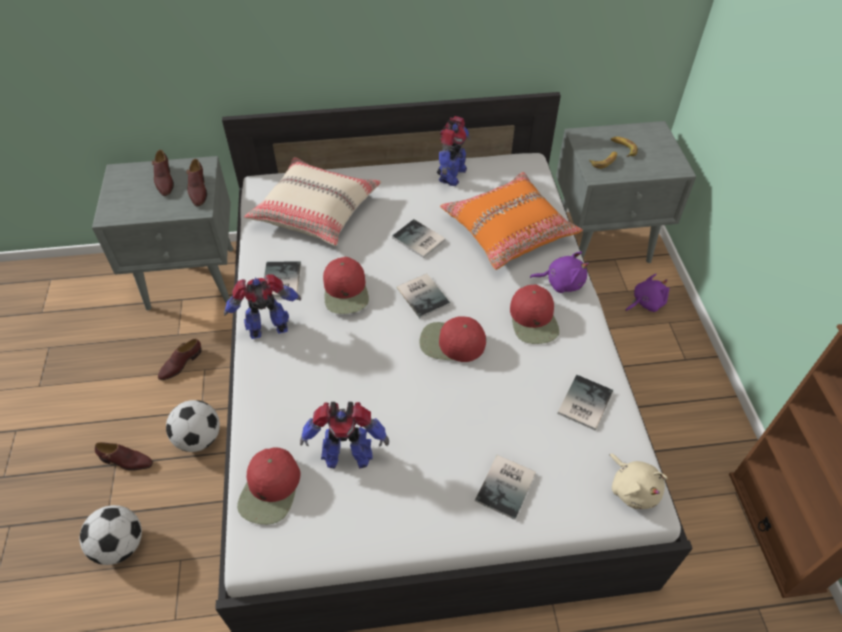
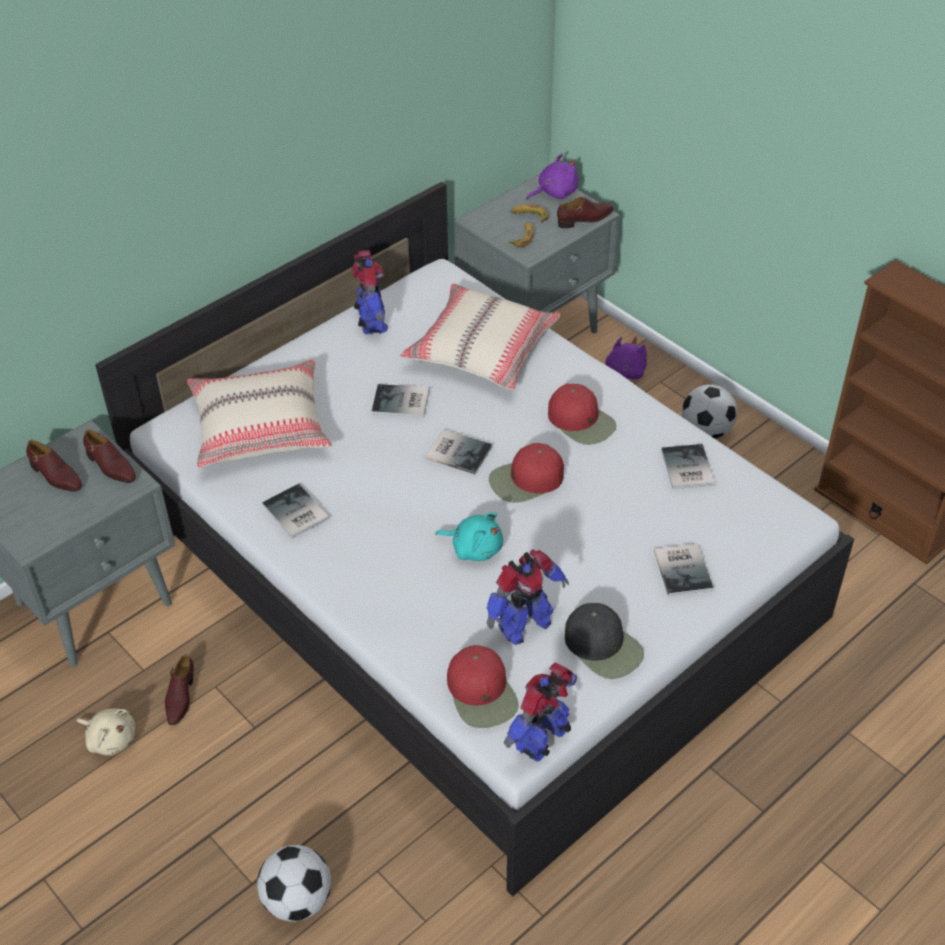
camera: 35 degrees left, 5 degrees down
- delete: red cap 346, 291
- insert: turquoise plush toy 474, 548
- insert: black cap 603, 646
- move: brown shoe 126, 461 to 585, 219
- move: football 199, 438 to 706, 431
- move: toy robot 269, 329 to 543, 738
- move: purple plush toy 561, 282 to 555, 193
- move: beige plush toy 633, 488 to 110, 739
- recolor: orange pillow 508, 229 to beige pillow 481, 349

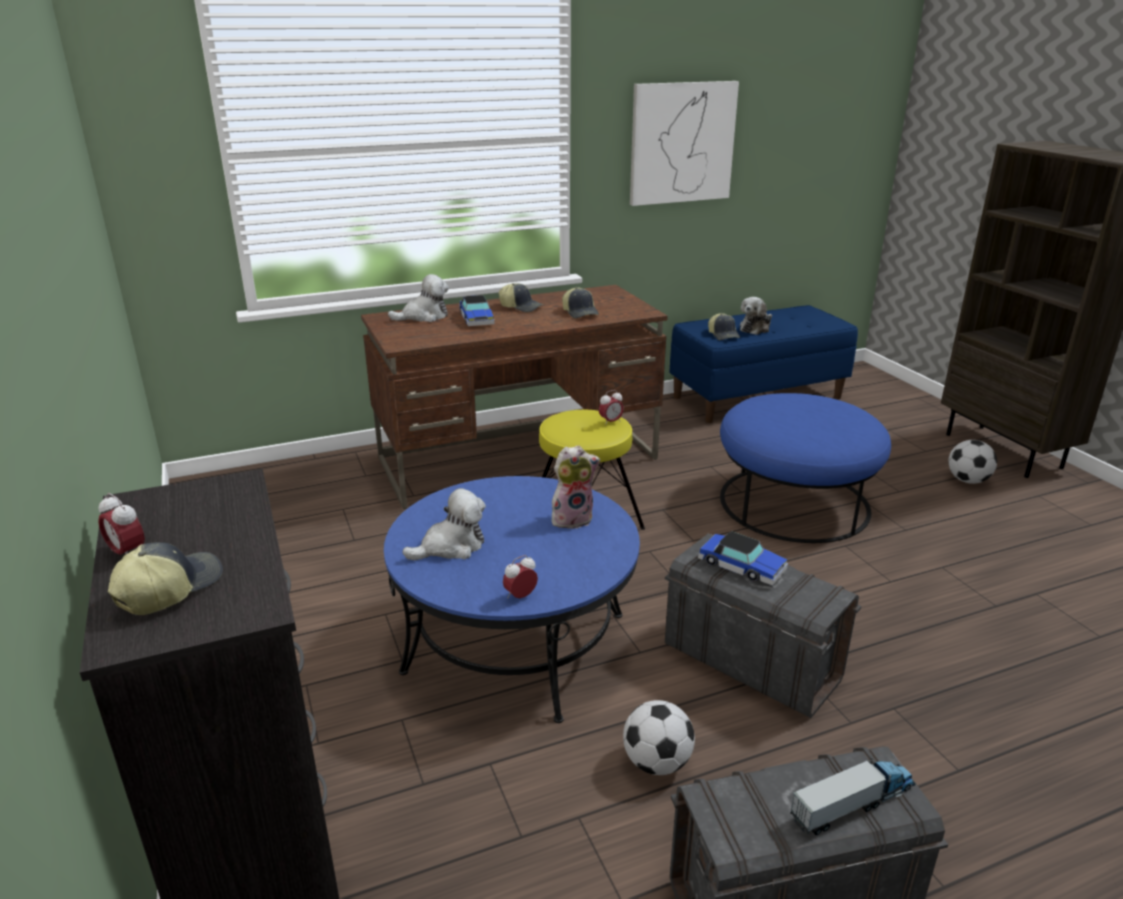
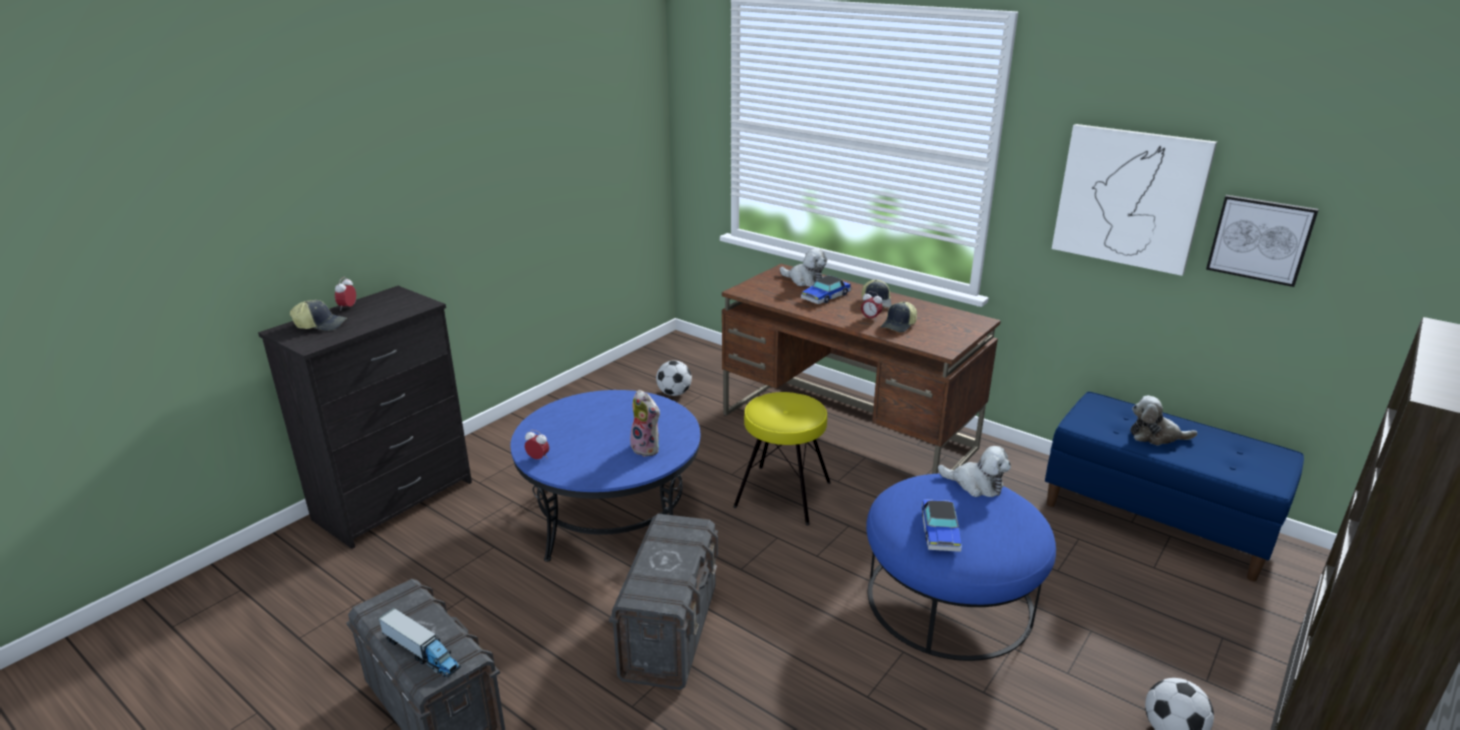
camera: 60 degrees right, 0 degrees up
- delete: cap 723, 335
- insert: picture 1260, 239
- move: plush toy 451, 547 to 975, 484
- move: alarm clock 610, 422 to 870, 318
- move: football 656, 763 to 674, 393
- move: toy car 741, 566 to 939, 531

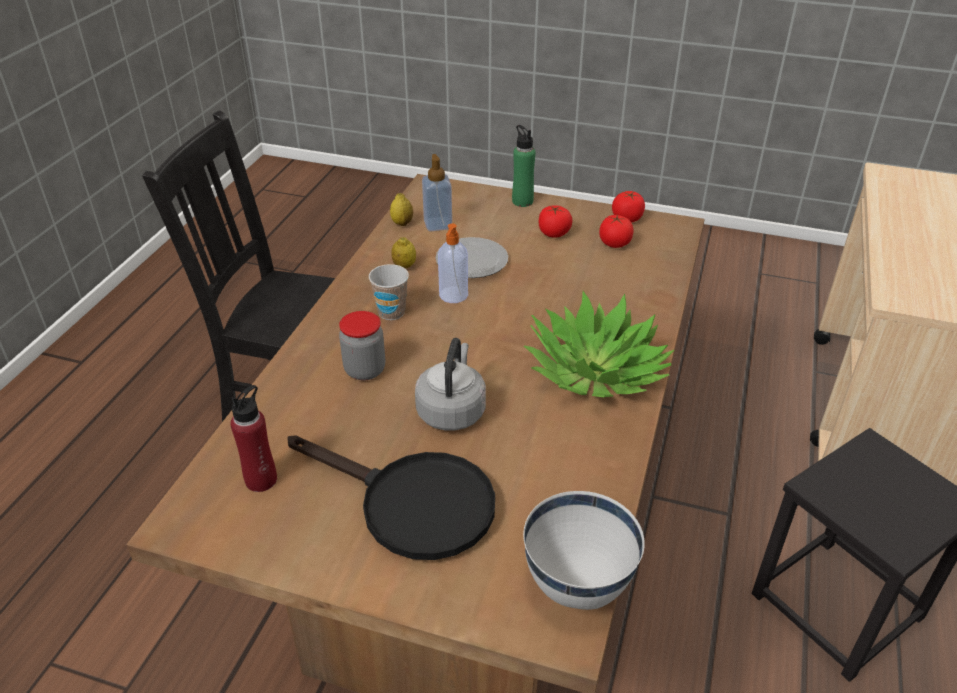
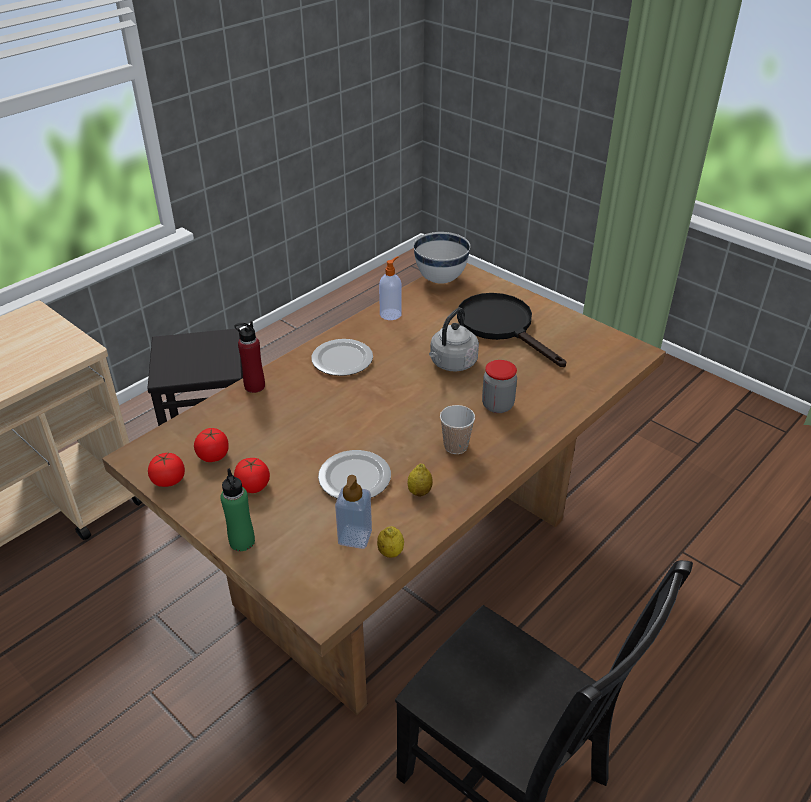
camera: 155 degrees left, 0 degrees up
- move: red bottle 261, 480 to 254, 386
- move: soap dispenser 453, 296 to 391, 314
- replace: potted plant 595, 371 to plate 341, 360

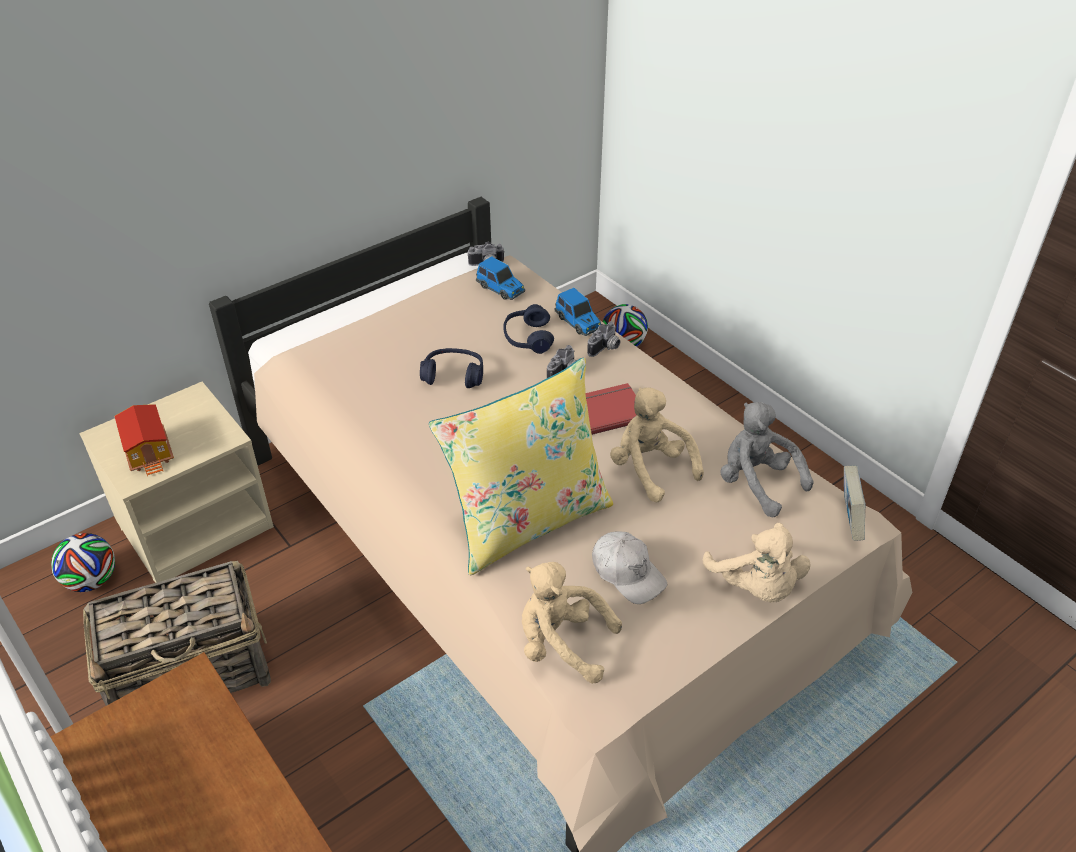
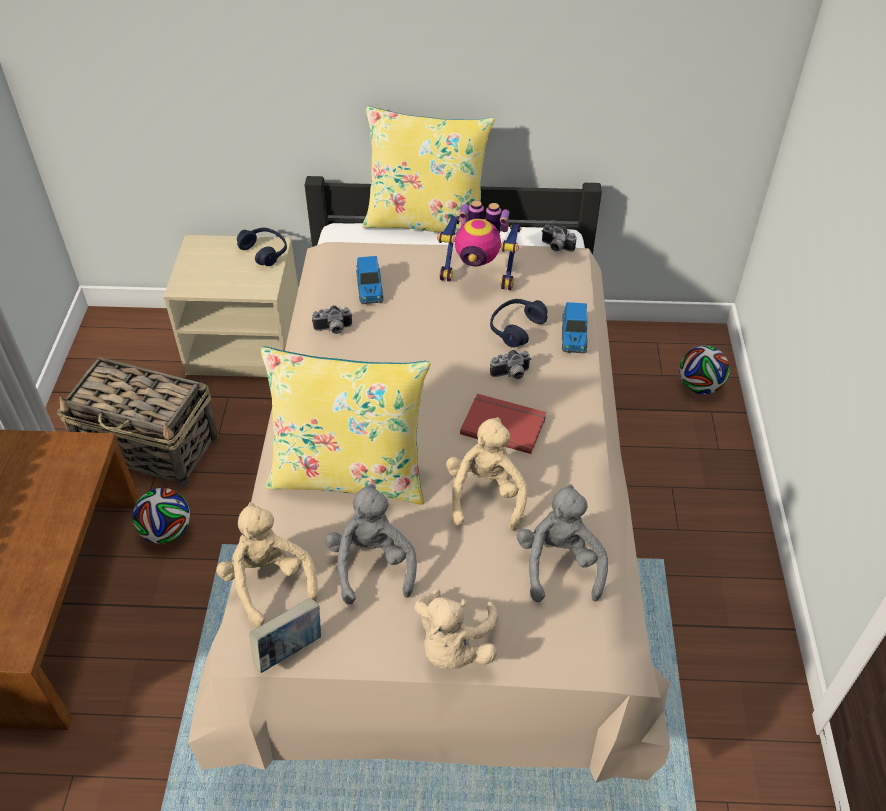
camera: 40 degrees right, 5 degrees up
- delete: toy house 150, 452
- insert: yellow pillow 426, 221
- insert: toy robot 478, 277
- move: football 92, 581 to 167, 531
- move: blue headphones 453, 375 to 265, 252
- move: toy car 501, 289 to 370, 289
- move: photo camera 606, 348 to 333, 329
- move: book 848, 521 to 289, 650
- replace: white cap 627, 573 to grey plush toy 372, 564

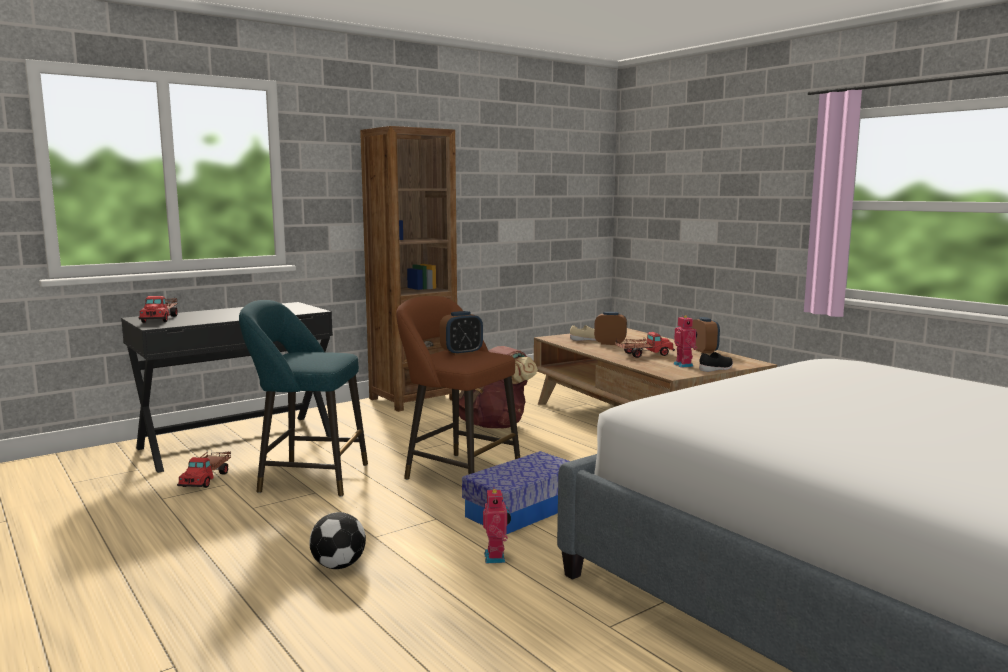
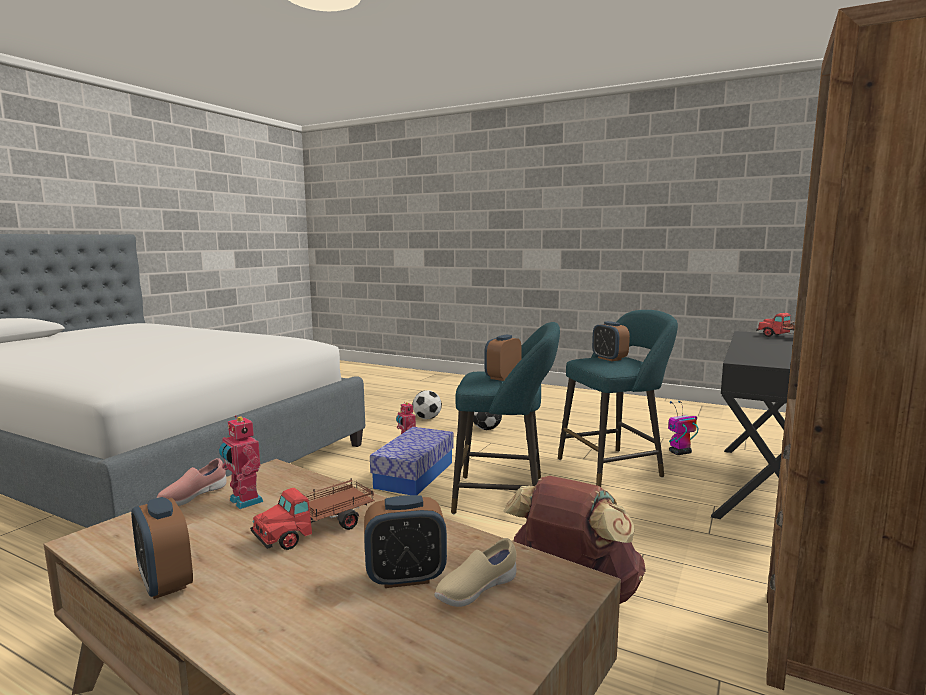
camera: 155 degrees right, 0 degrees up
- insert: football 427, 418
- insert: alarm clock 609, 358
- replace: toy truck 206, 478 to toy robot 679, 453
- recolor: brown stool 458, 473 to turquoise stool 505, 497
- recolor: black shoe 716, 369 to pink shoe 193, 497

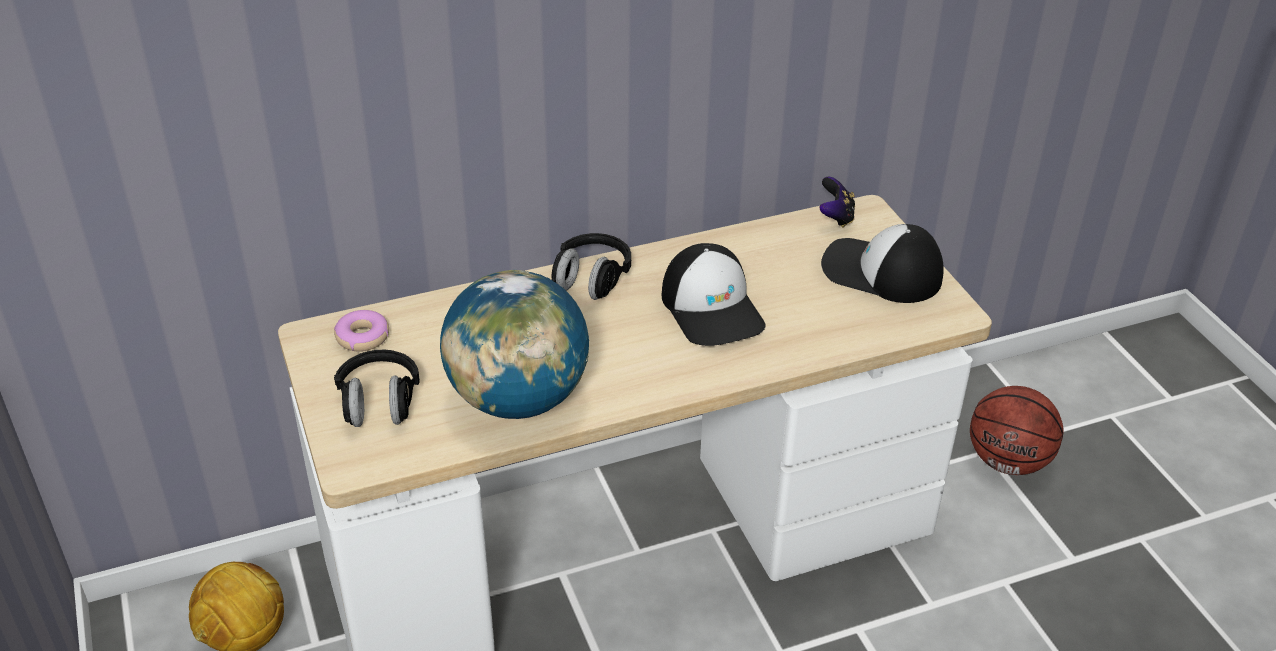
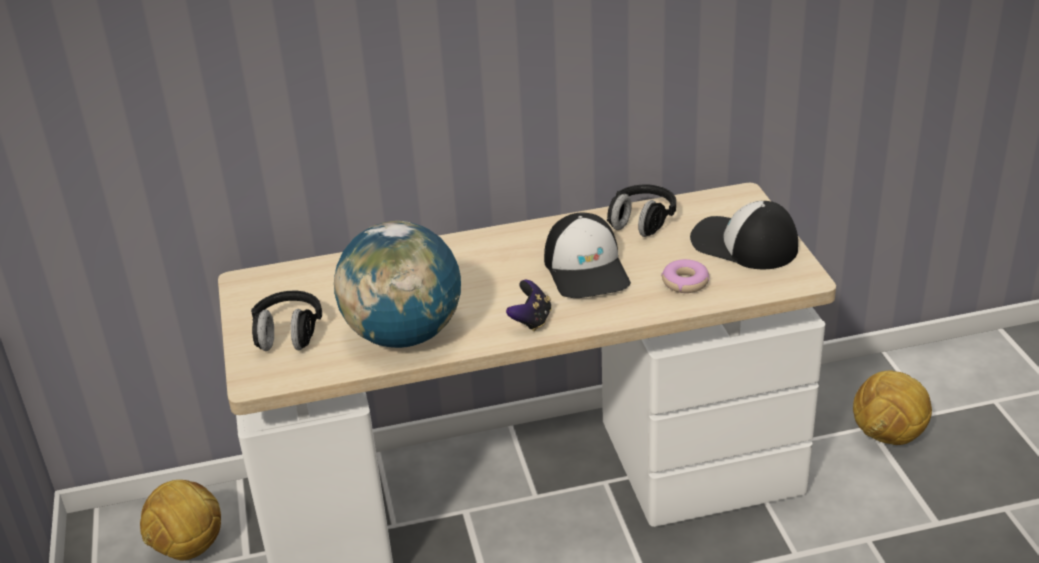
camera: 10 degrees right, 5 degrees down
- move: donut 362, 337 to 685, 282
- move: black headphones 591, 279 to 641, 222
- move: game controller 835, 217 to 531, 320
- replace: basketball 1008, 461 to football 888, 436

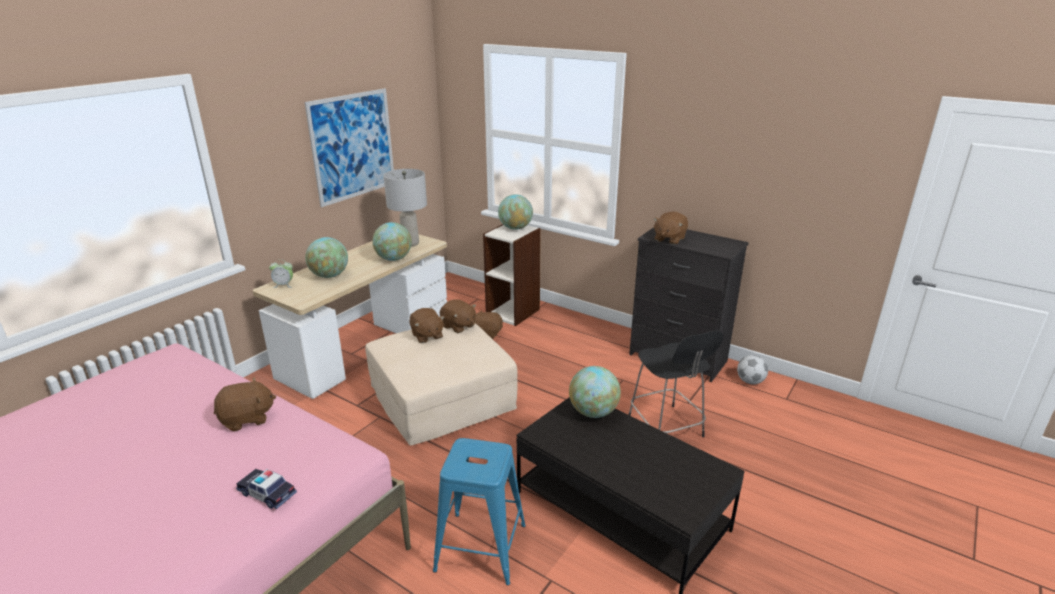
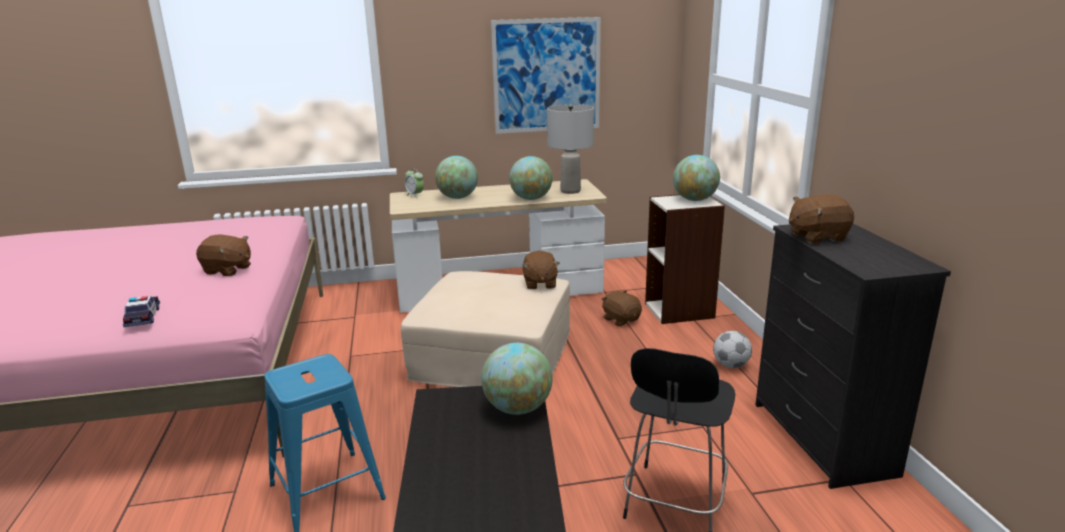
camera: 45 degrees right, 5 degrees down
- delete: brown plush toy 427, 336
- move: football 750, 382 to 730, 365

